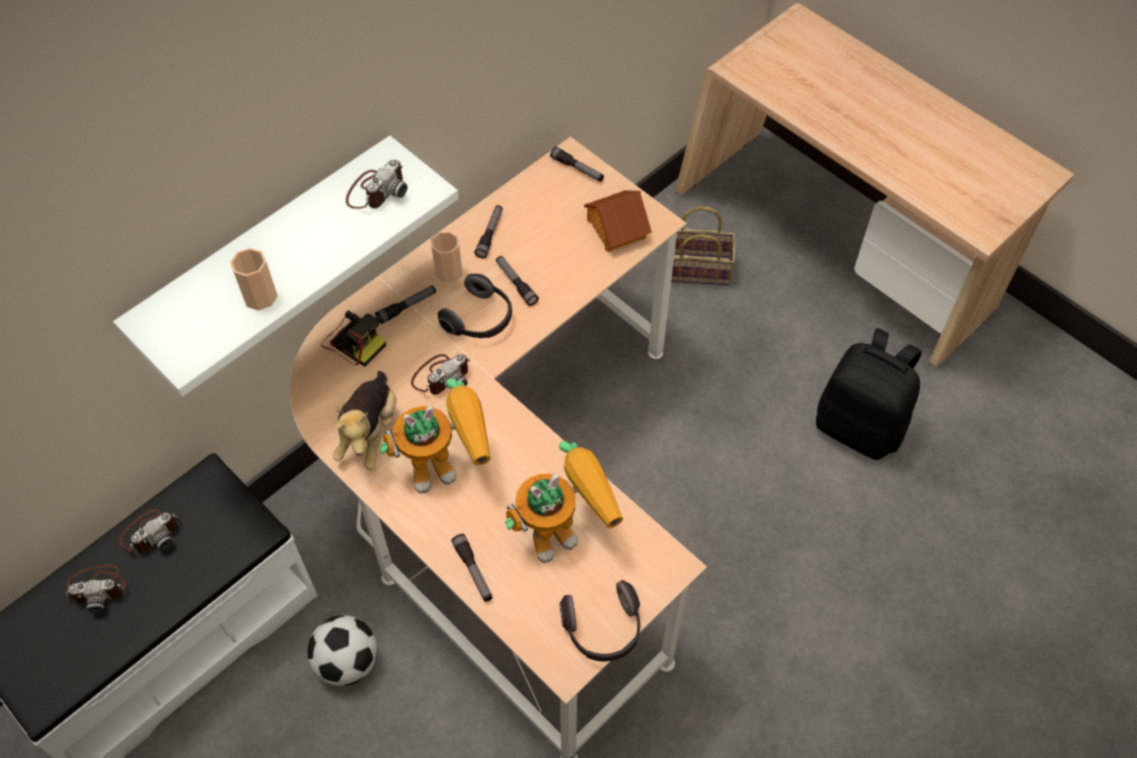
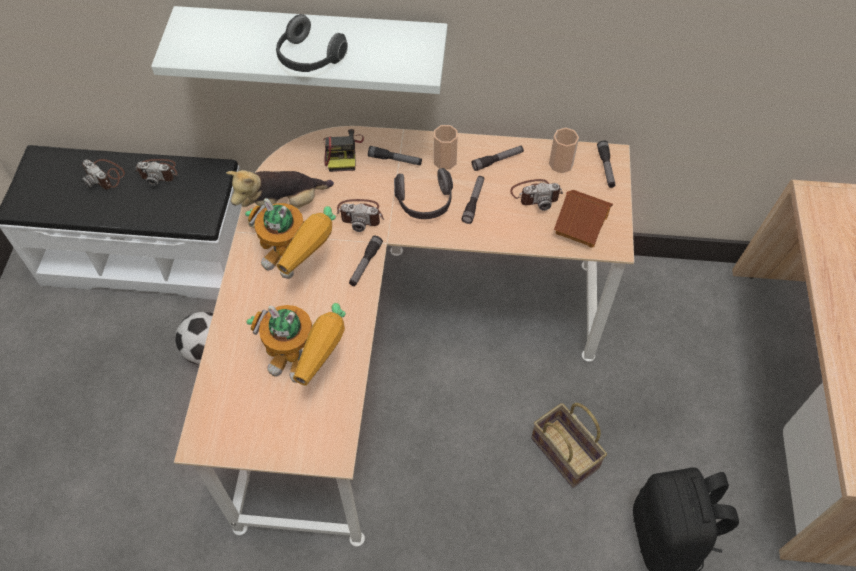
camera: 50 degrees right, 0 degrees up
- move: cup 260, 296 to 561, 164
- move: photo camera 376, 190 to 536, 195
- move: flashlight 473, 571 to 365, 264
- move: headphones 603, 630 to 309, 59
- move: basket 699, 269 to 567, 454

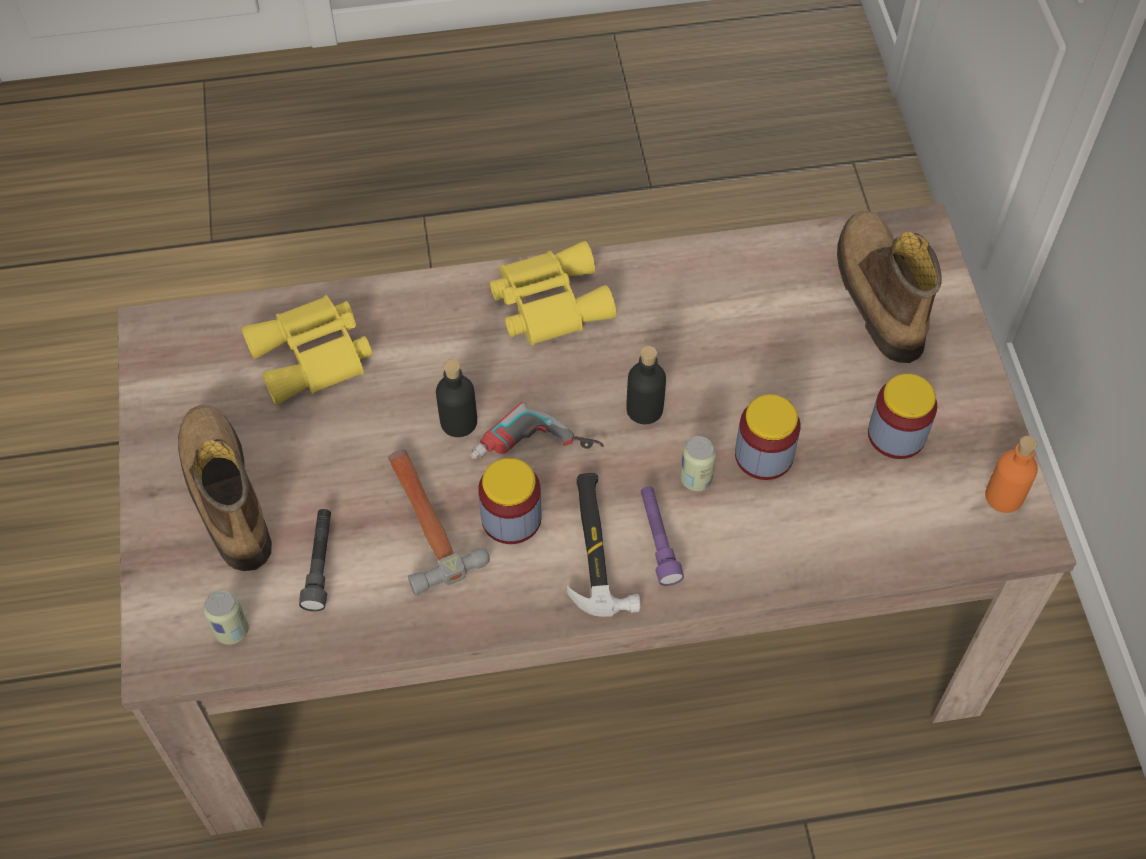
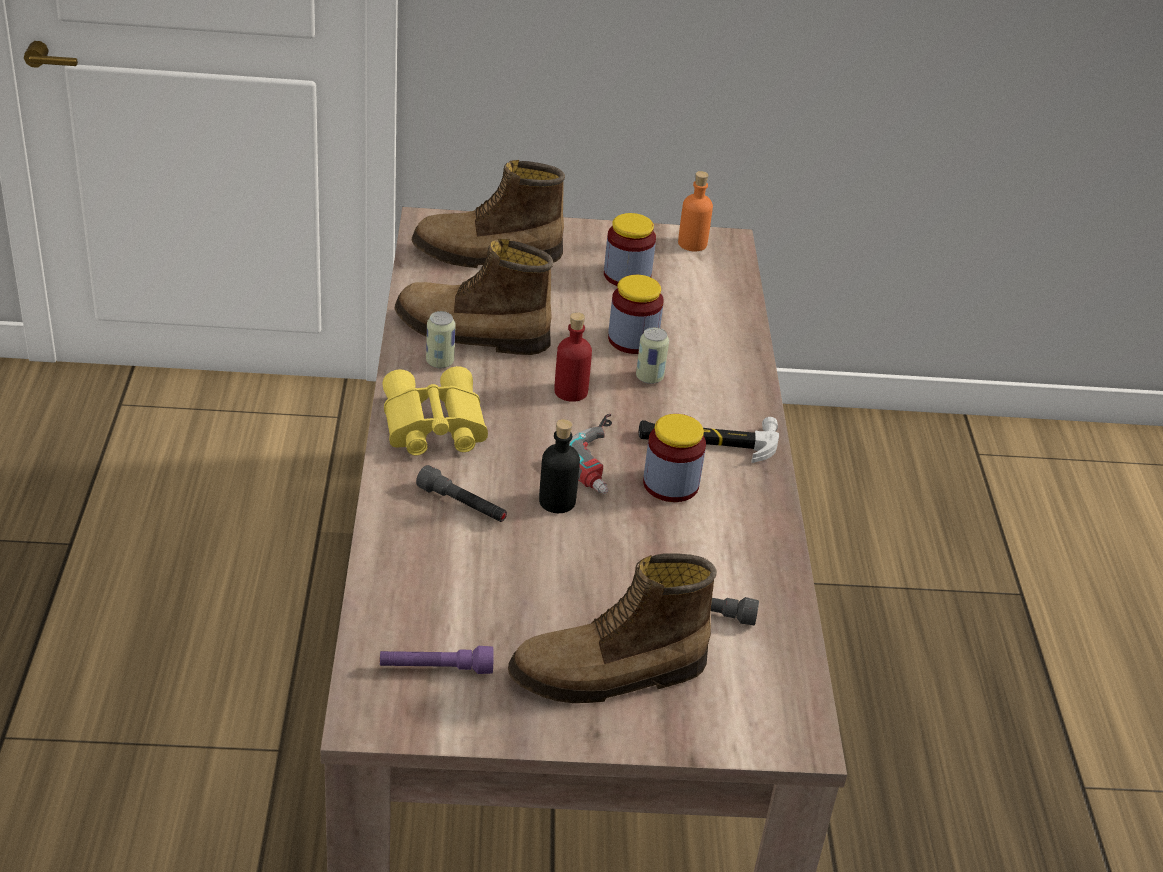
camera: 85 degrees left, 20 degrees down
- delete: yellow binoculars 313, 357
- delete: hammer 424, 520
- insert: boot 471, 334
- insert: grey flashlight 462, 505
- move: can 231, 631 to 439, 362
- move: purple flashlight 658, 540 to 436, 669
- recolor: black bottle 644, 409 to red bottle 570, 391

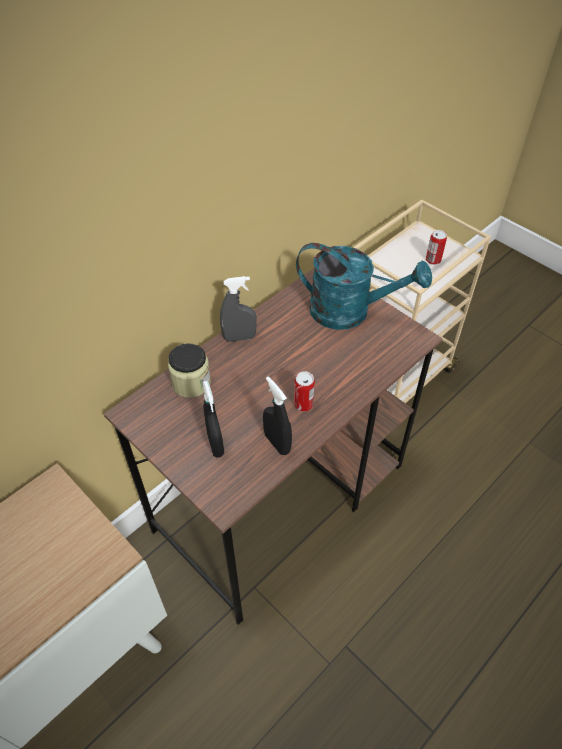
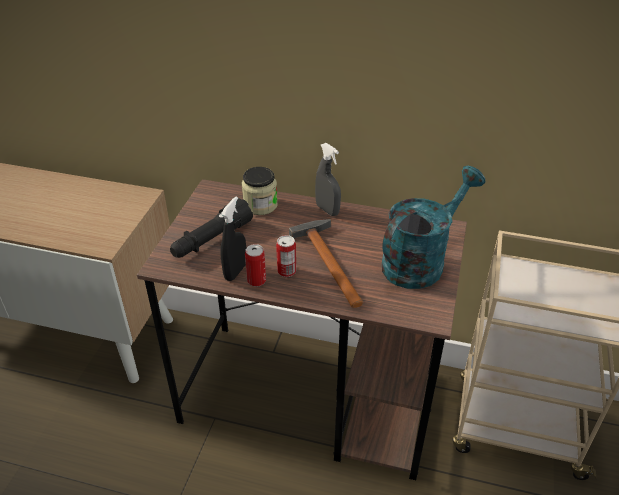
camera: 60 degrees right, 10 degrees down
- insert: hammer 328, 261
- move: can 433, 260 to 256, 280
- replace: black spray bottle 215, 444 to black flashlight 211, 240
- rotate: turquoise watering can 350, 312 = 420, 261 120 degrees counterclockwise

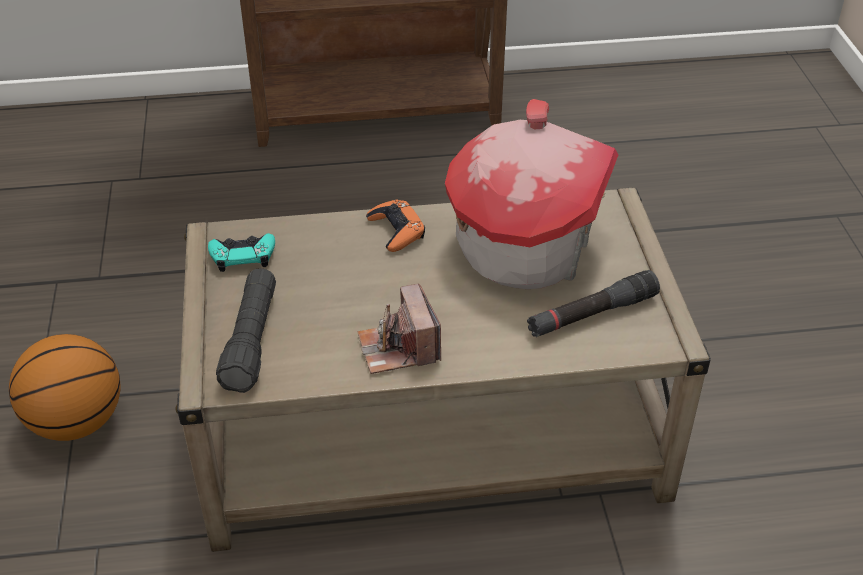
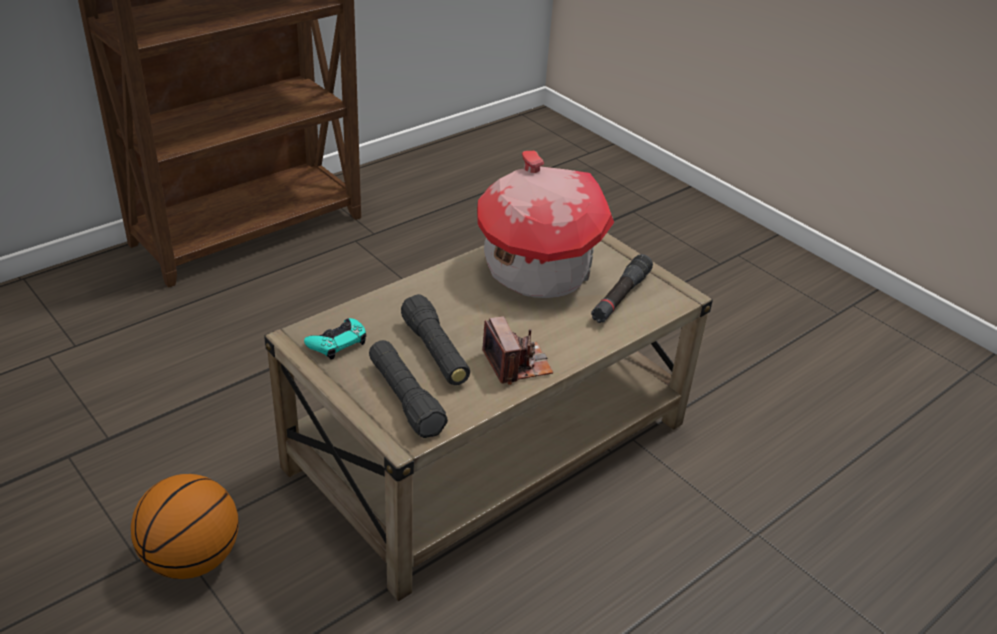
camera: 35 degrees left, 5 degrees down
- delete: orange game controller 396, 231
- insert: black flashlight 435, 352
- rotate: photo camera 398, 348 = 517, 364 150 degrees counterclockwise

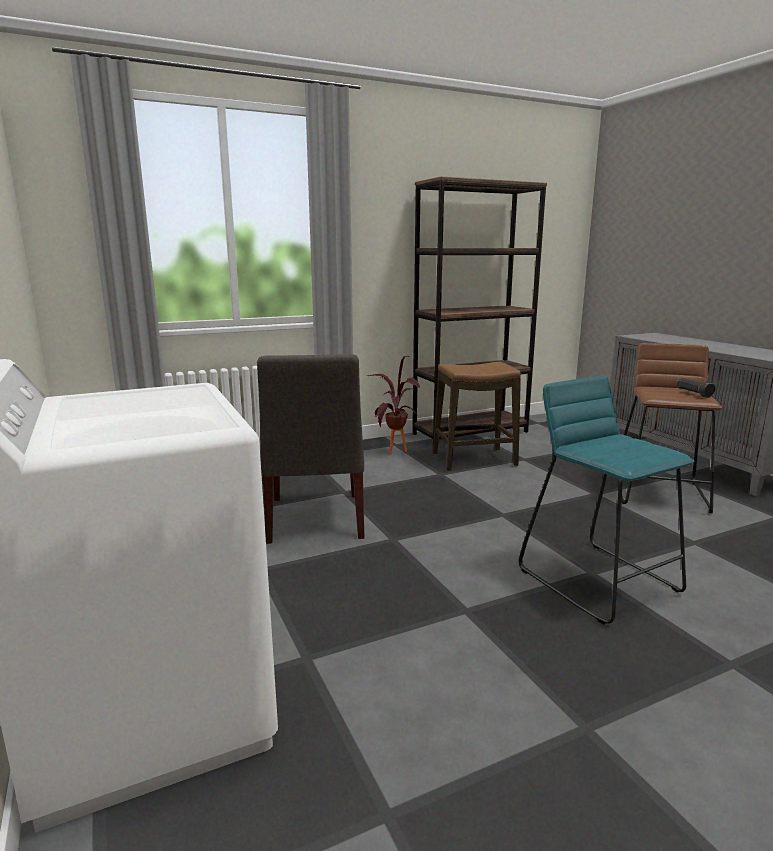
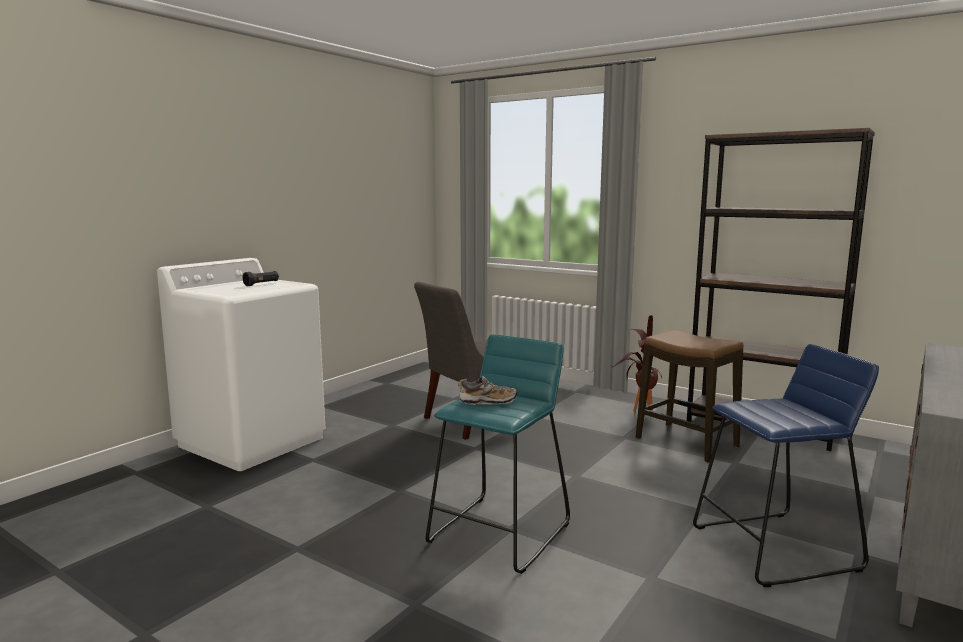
camera: 60 degrees right, 5 degrees down
- insert: shoe 487, 402
- move: black flashlight 693, 394 to 262, 284
- recolor: brown stool 661, 493 to blue stool 775, 548

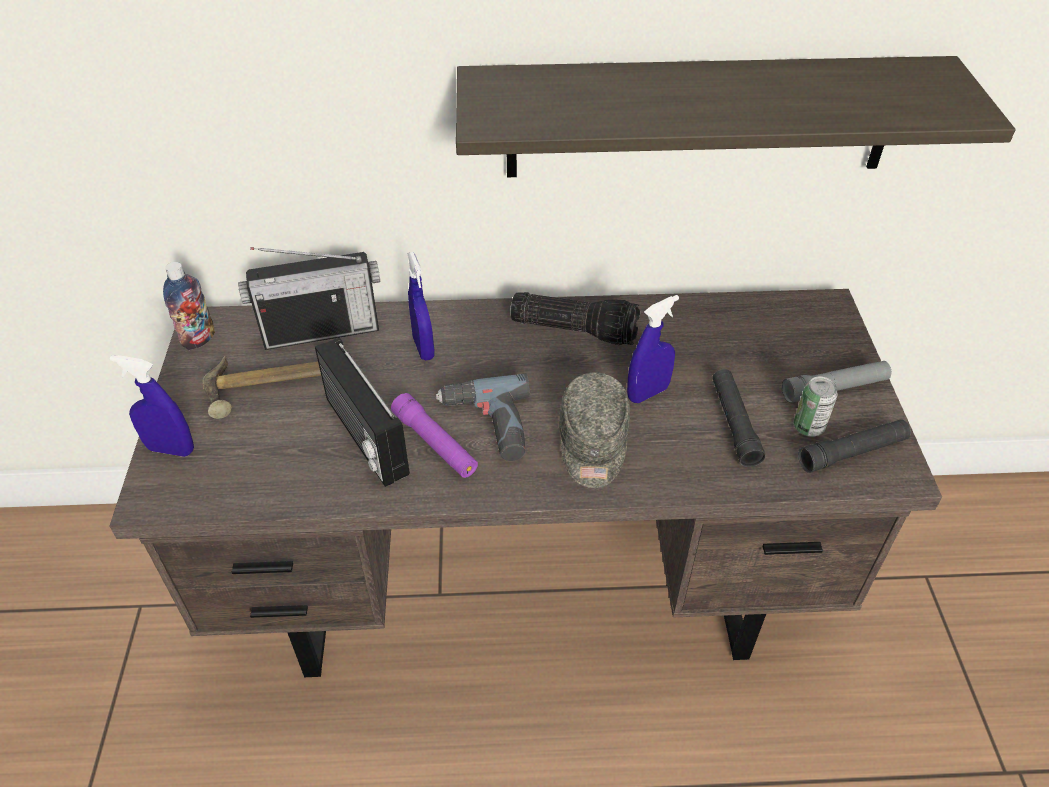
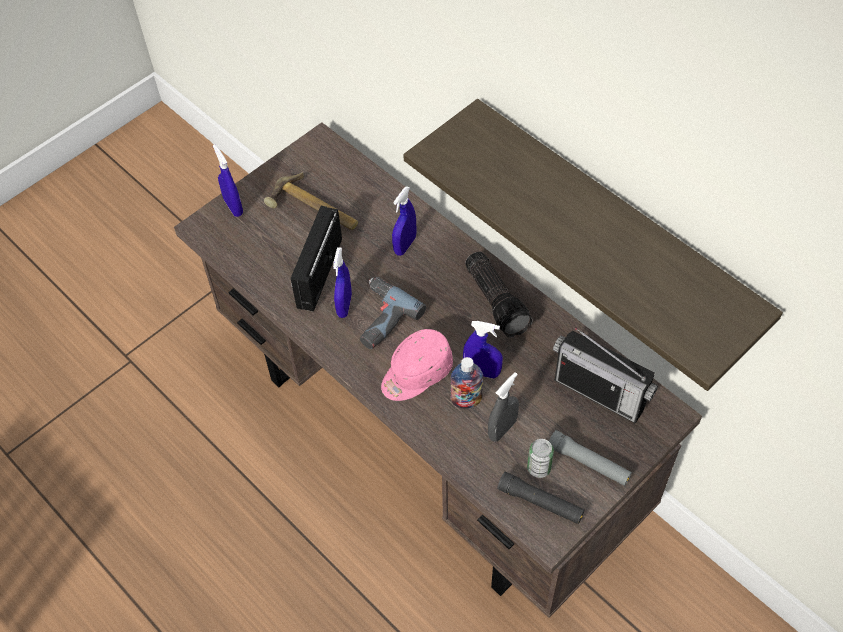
camera: 50 degrees right, 10 degrees up
- move: bottle 199, 339 to 466, 401
- move: radio 321, 331 to 599, 393
- replace: purple flashlight 435, 443 to blue spray bottle 344, 305
- replace: black flashlight 734, 423 to grey spray bottle 502, 429
- recolor: grey cap 593, 444 to pink cap 416, 373

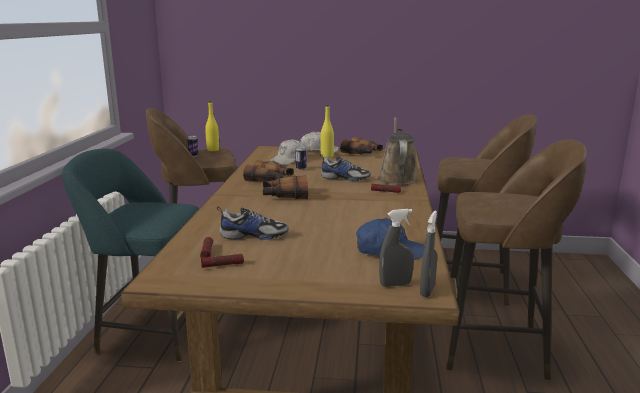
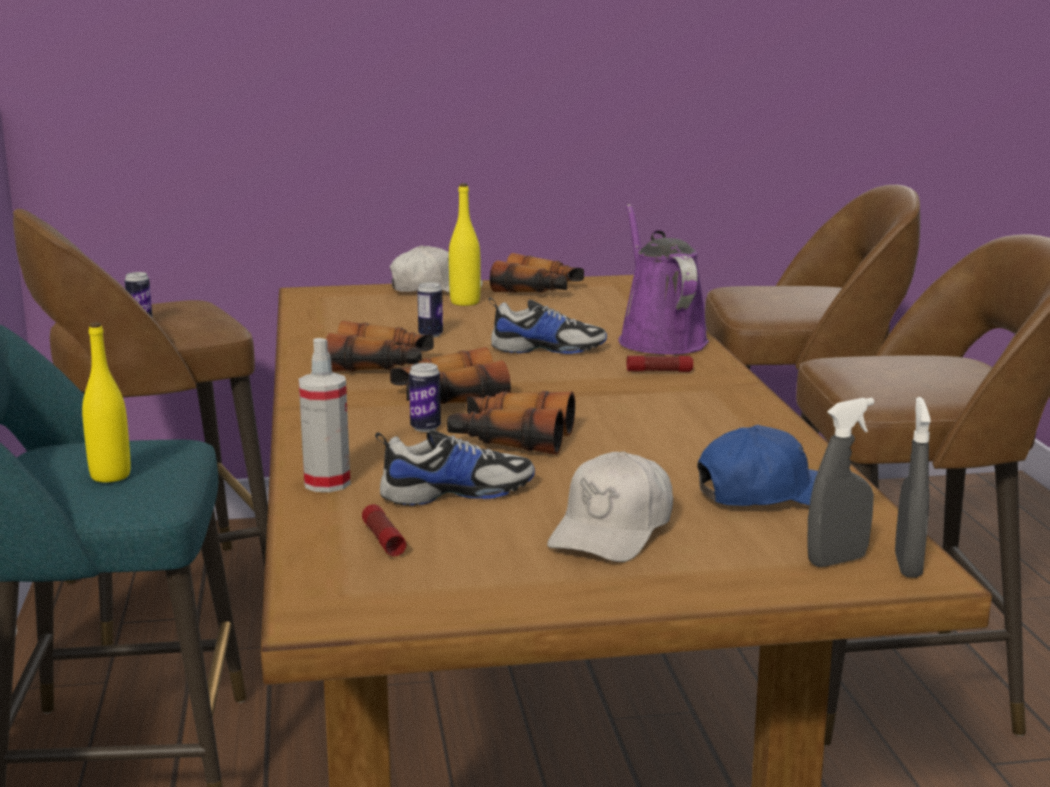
camera: 15 degrees left, 0 degrees up
- delete: flashlight 222, 265
- insert: spray bottle 327, 483
- insert: can 425, 428
- insert: binoculars 510, 439
- move: yellow bottle 213, 150 to 110, 476
- move: white cap 289, 160 to 612, 531
- recolor: brown watering can 397, 178 to purple watering can 659, 340

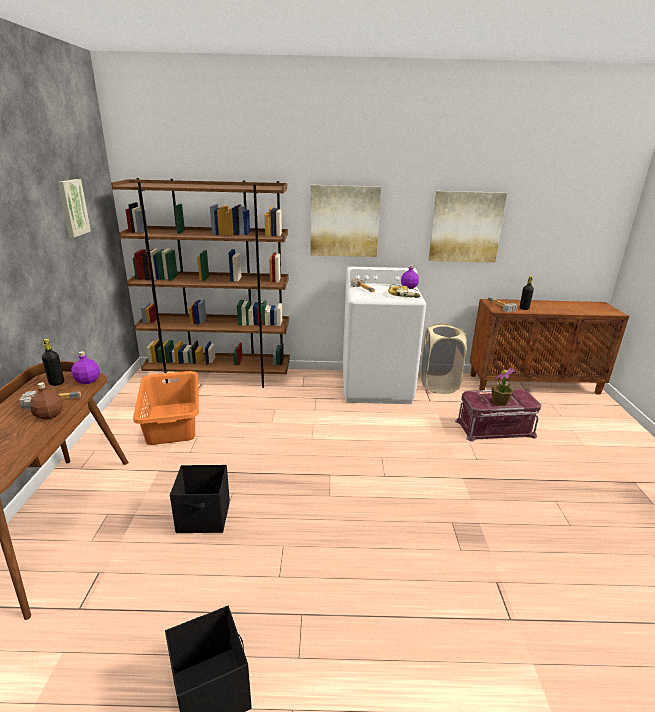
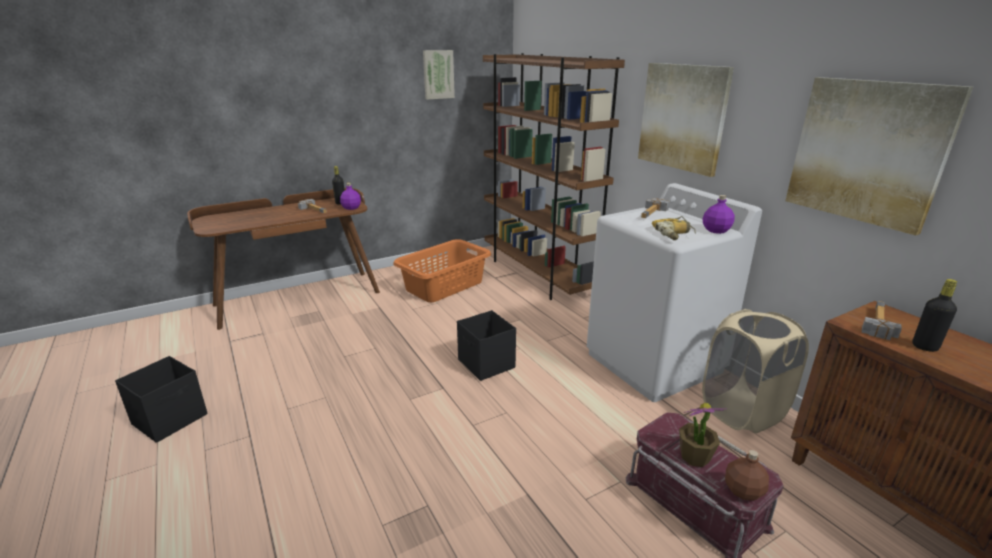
camera: 60 degrees right, 0 degrees up
- move: brown bottle 49, 415 to 743, 491
- move: black storage box 204, 517 to 486, 364

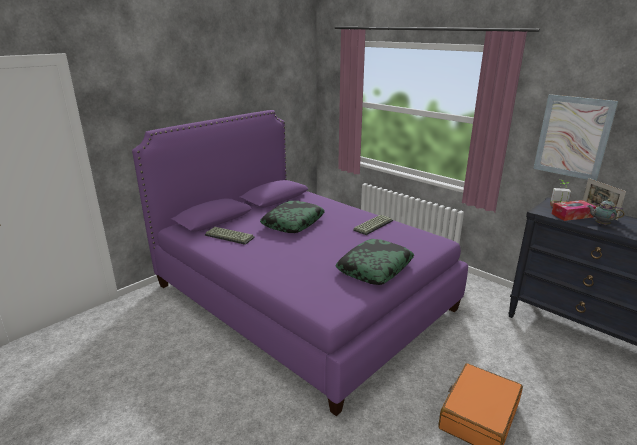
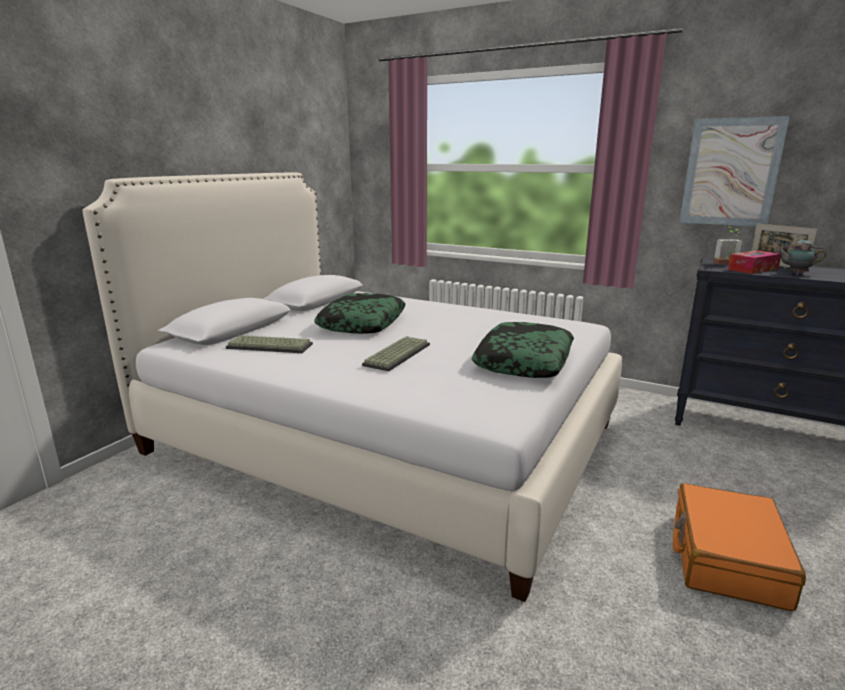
camera: 15 degrees left, 5 degrees down
- move: keyboard 373, 225 to 396, 354
- recolor: purple bed 300, 297 to white bed 382, 438

